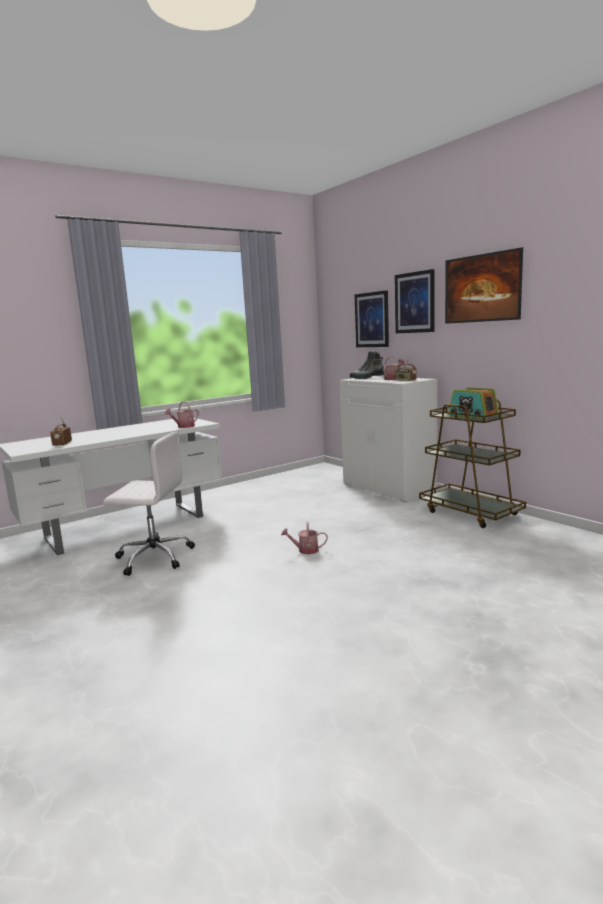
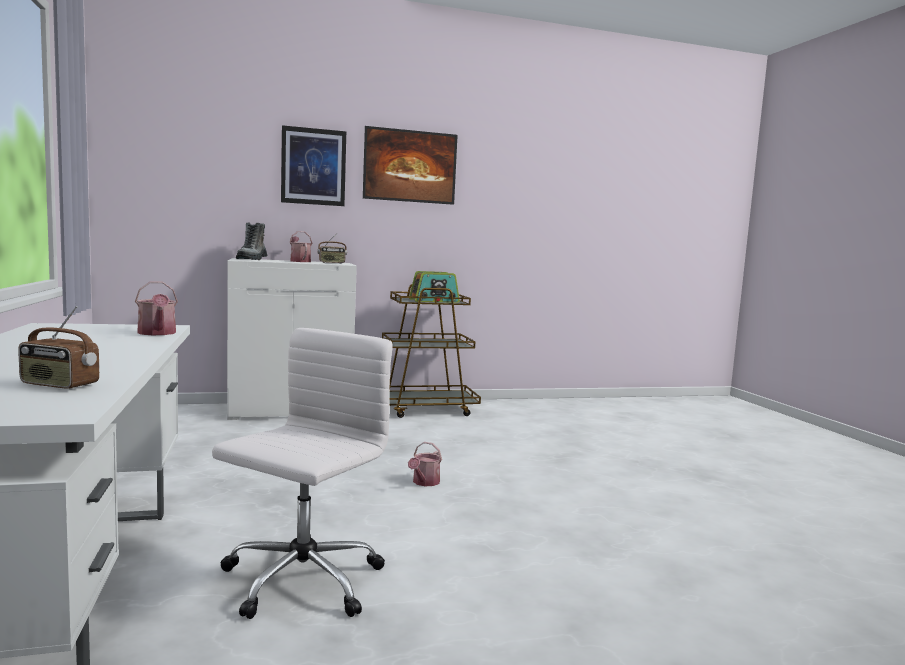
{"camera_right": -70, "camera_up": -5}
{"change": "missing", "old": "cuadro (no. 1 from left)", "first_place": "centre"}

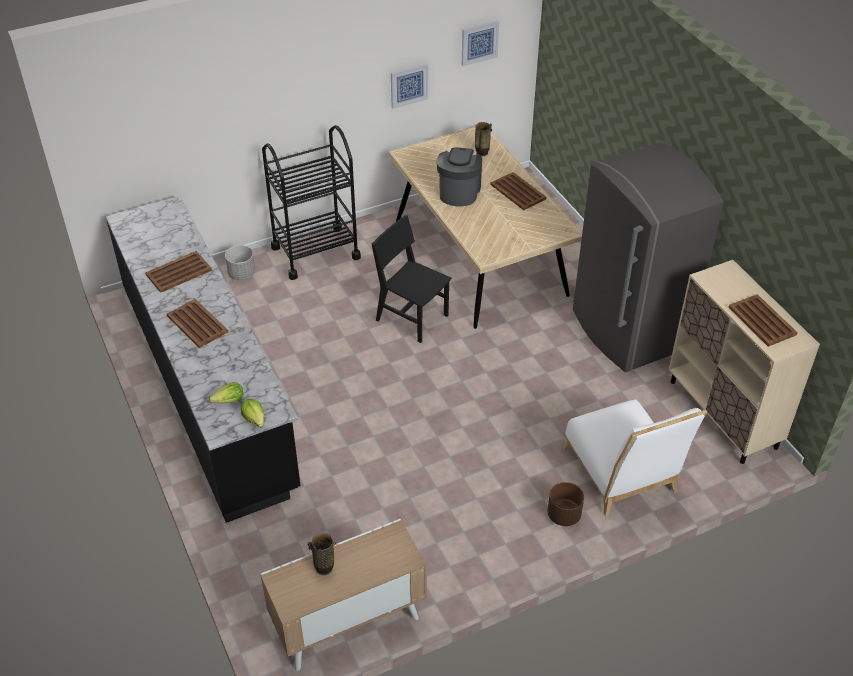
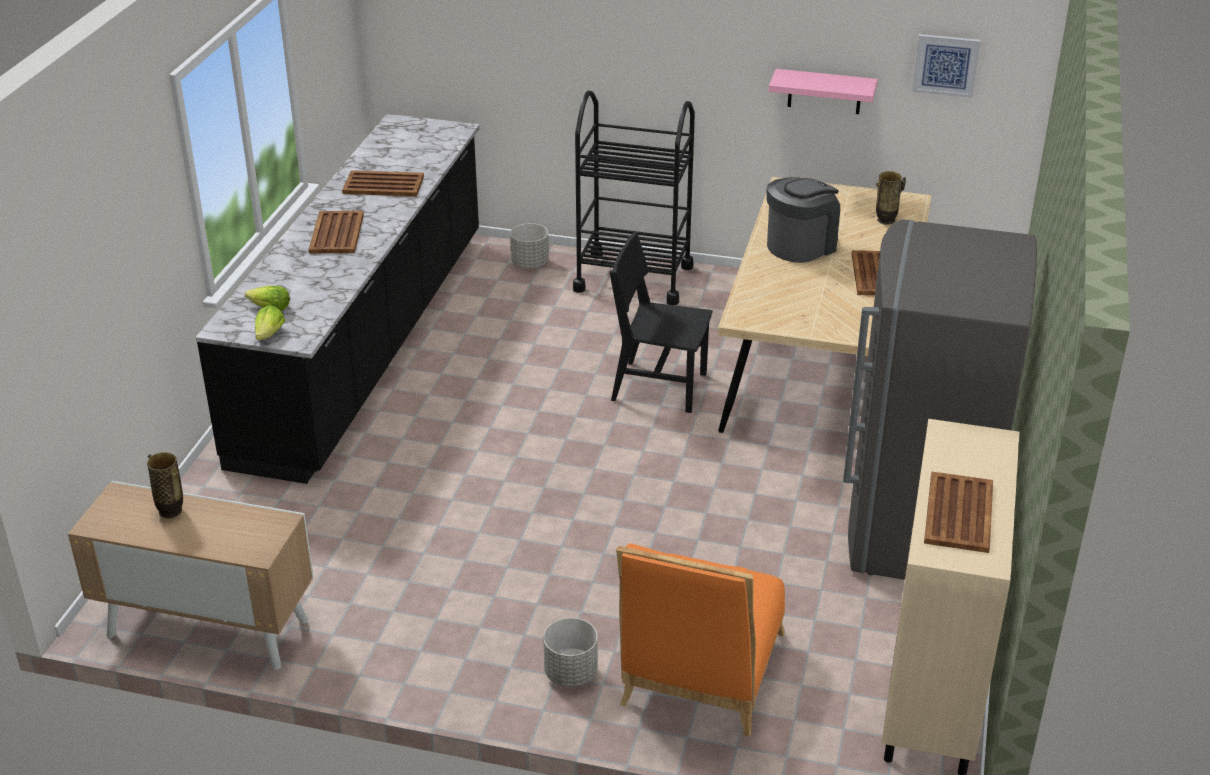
{"camera_right": 40, "camera_up": -10}
{"change": "spun", "old": "silla [negro]", "first_place": "centre", "second_place": "centre", "degrees": -60}
{"change": "exchanged", "old": "cuadro (no. 1 from left)", "new": "estante [rosa]", "first_place": "top centre", "second_place": "top right"}
{"change": "colour", "old": "maceta [marrón]", "new": "maceta [gris] (no. 2 from left)", "first_place": "bottom centre", "second_place": "bottom centre"}
{"change": "colour", "old": "silla [blanco]", "new": "silla [naranja]", "first_place": "bottom right", "second_place": "bottom centre"}

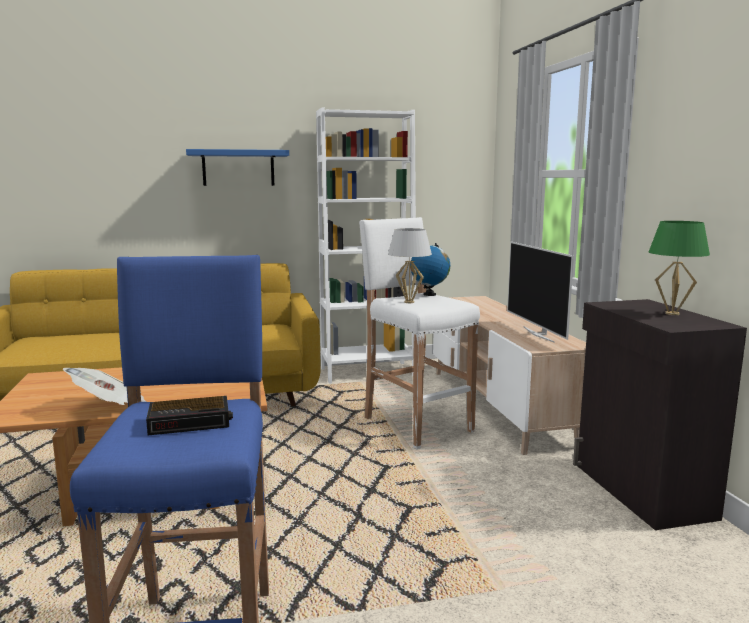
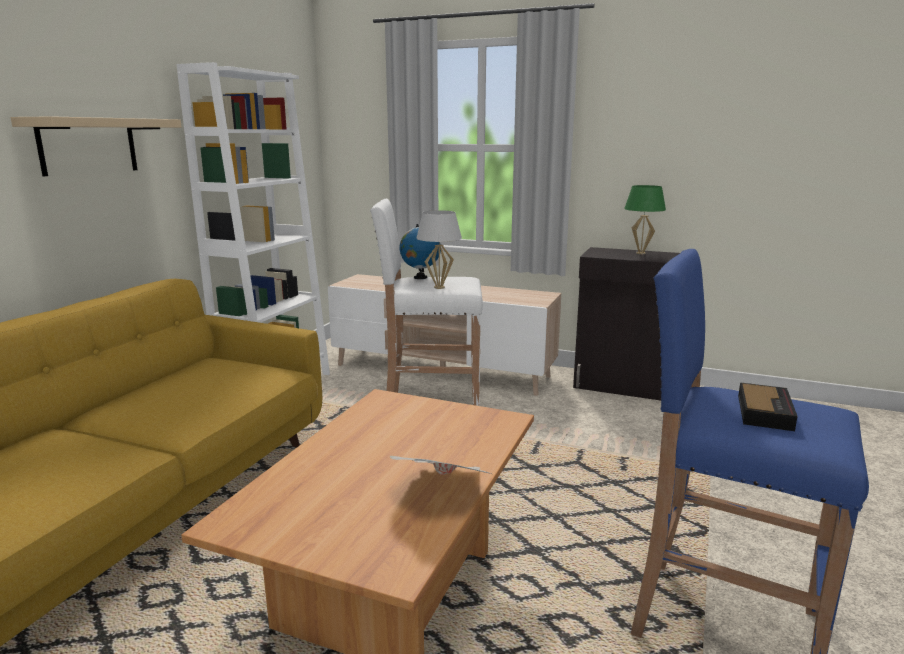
{"camera_right": -55, "camera_up": 5}
{"change": "colour", "old": "estante [azul]", "new": "estante [beis]", "first_place": "top left", "second_place": "top left"}
{"change": "missing", "old": "televisor", "first_place": "middle right"}

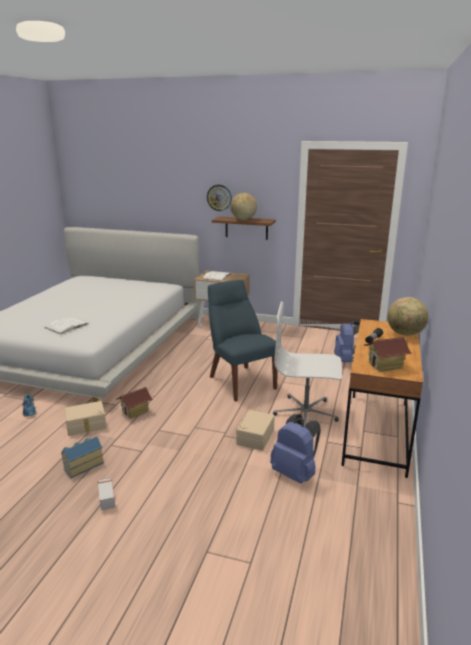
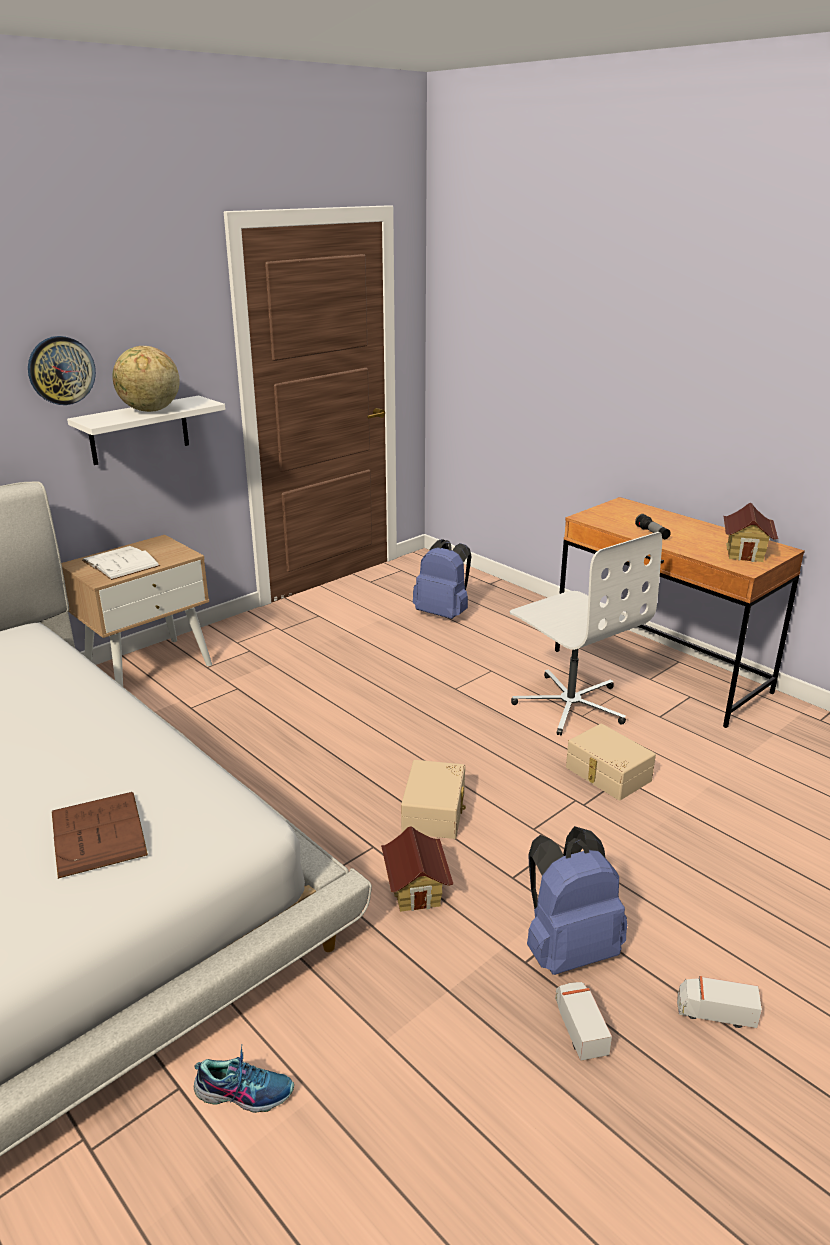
{"camera_right": -60, "camera_up": 5}
{"change": "colour", "old": "libro [blanco] (no. 1 from left)", "new": "libro [marrón]", "first_place": "middle left", "second_place": "bottom left"}
{"change": "exchanged", "old": "casita (no. 1 from left)", "new": "camión de juguete (no. 1 from left)", "first_place": "bottom left", "second_place": "bottom right"}
{"change": "relocated", "old": "caja de almacenaje [beis] (no. 1 from left)", "first_place": "middle left", "second_place": "centre"}
{"change": "missing", "old": "silla [azul]", "first_place": "centre"}
{"change": "colour", "old": "estante [marrón]", "new": "estante [blanco]", "first_place": "centre", "second_place": "middle left"}
{"change": "relocated", "old": "mochila [azul] (no. 1 from left in the first image)", "new": "mochila [azul] (no. 2 from left)", "first_place": "bottom centre", "second_place": "bottom right"}
{"change": "spun", "old": "silla de oficina [blanco]", "first_place": "centre", "second_place": "middle right", "degrees": -75}
{"change": "missing", "old": "globo terráqueo (no. 2 from left)", "first_place": "middle right"}

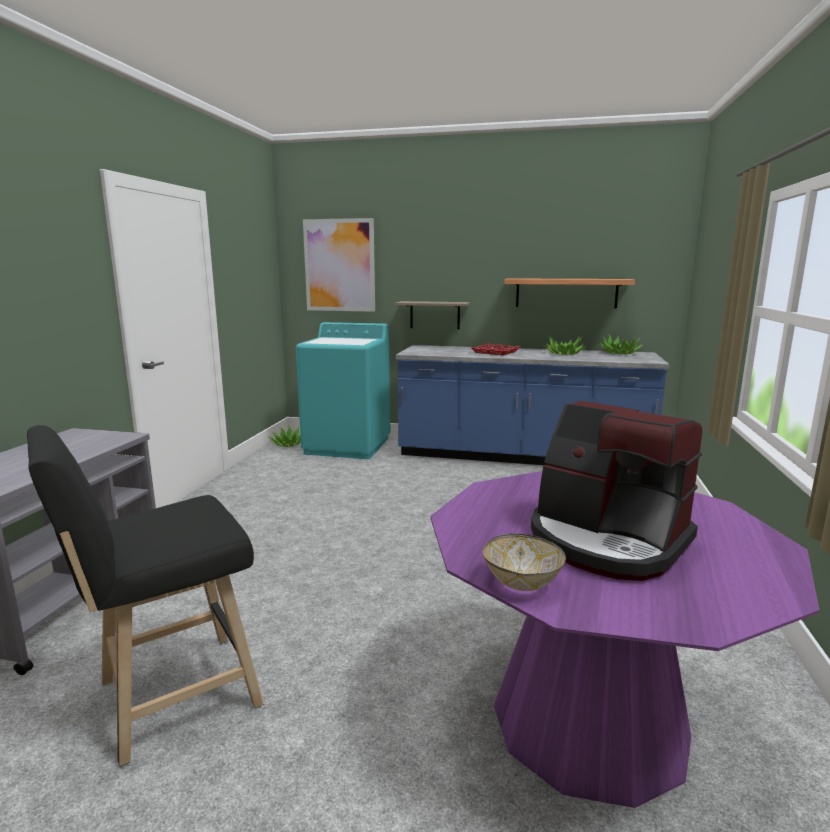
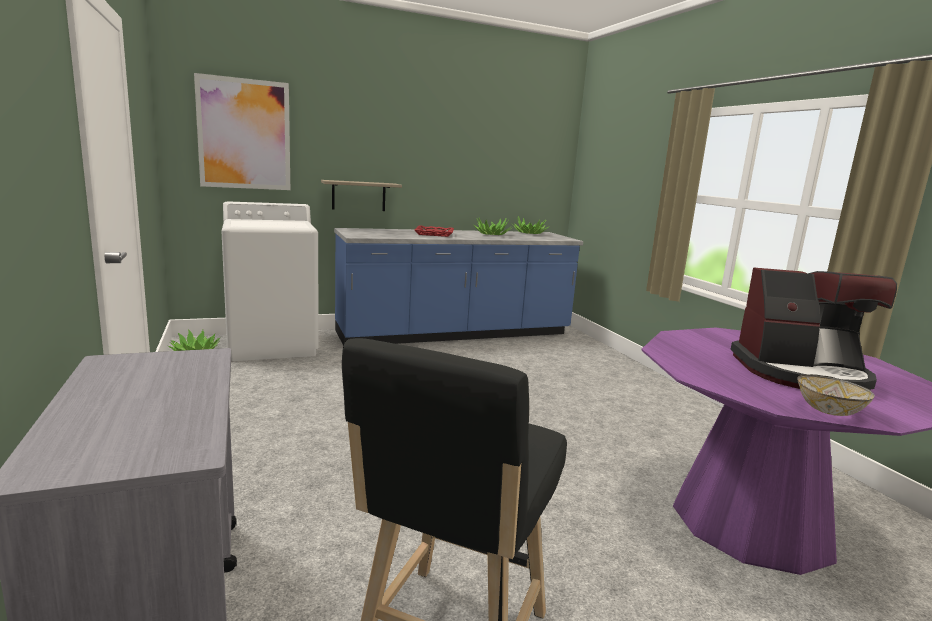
{"camera_right": -35, "camera_up": 0}
{"change": "colour", "old": "lavadora [turquesa]", "new": "lavadora [blanco]", "first_place": "centre", "second_place": "middle left"}
{"change": "missing", "old": "estante (no. 2 from left)", "first_place": "middle right"}

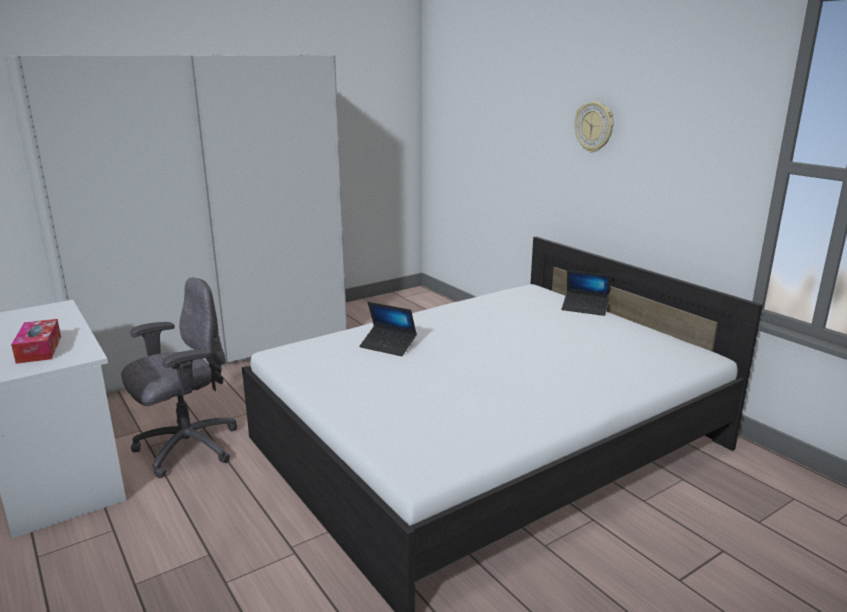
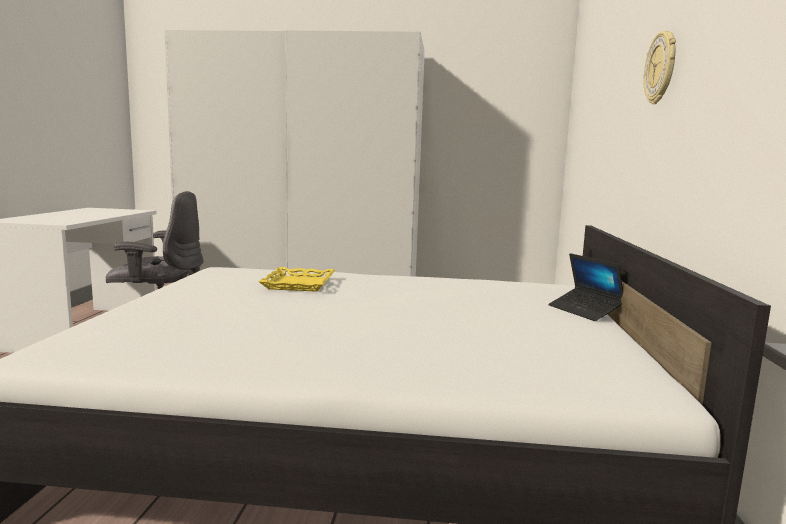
{"camera_right": 40, "camera_up": -10}
{"change": "missing", "old": "caja de pañuelos", "first_place": "middle left"}
{"change": "exchanged", "old": "portátil (no. 1 from left)", "new": "bandeja [amarillo]", "first_place": "centre", "second_place": "centre"}

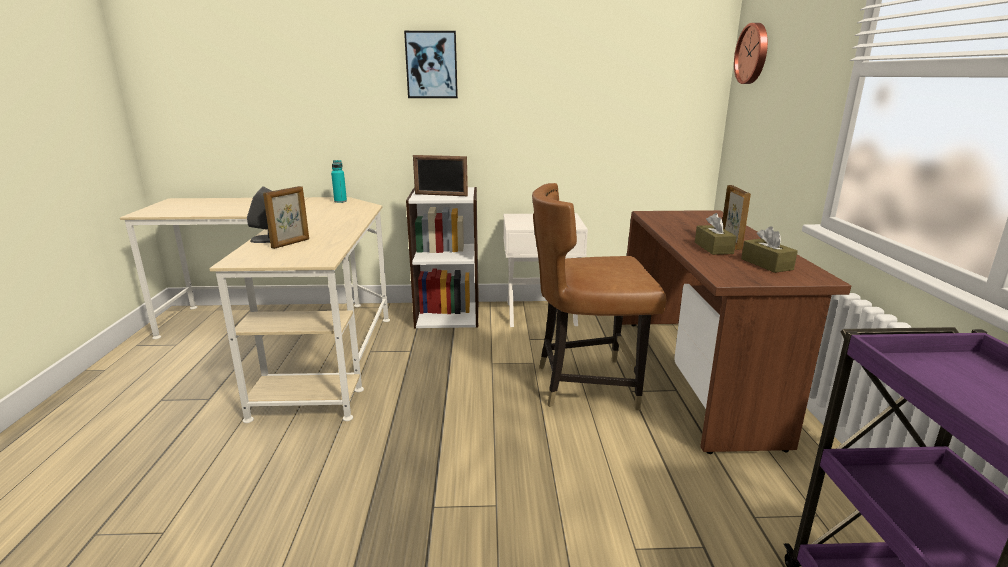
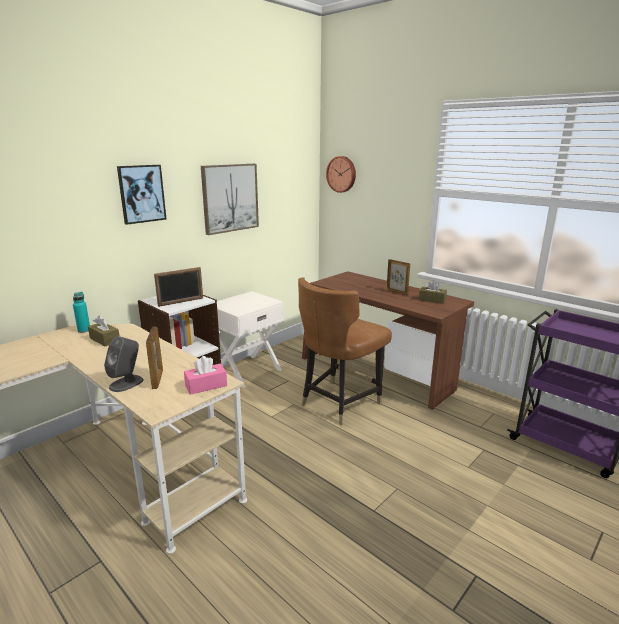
{"camera_right": -45, "camera_up": 0}
{"change": "relocated", "old": "caja de pañuelos [marrón] (no. 1 from left)", "first_place": "middle right", "second_place": "middle left"}
{"change": "appeared", "new": "caja de pañuelos [rosa]", "second_place": "middle left"}
{"change": "appeared", "new": "cuadro (no. 2 from left)", "second_place": "top centre"}

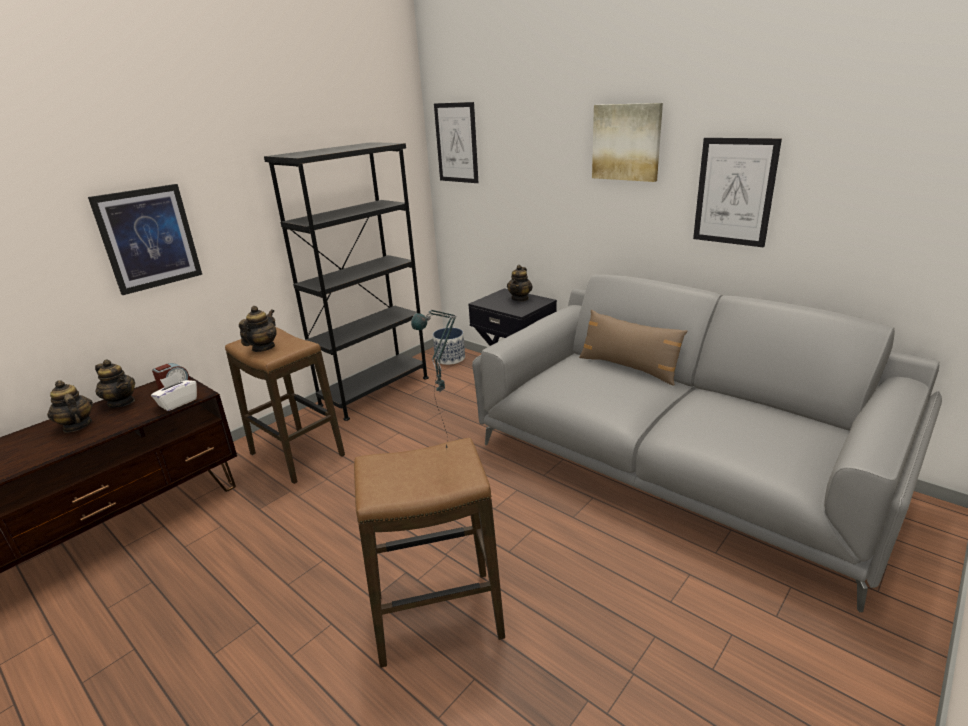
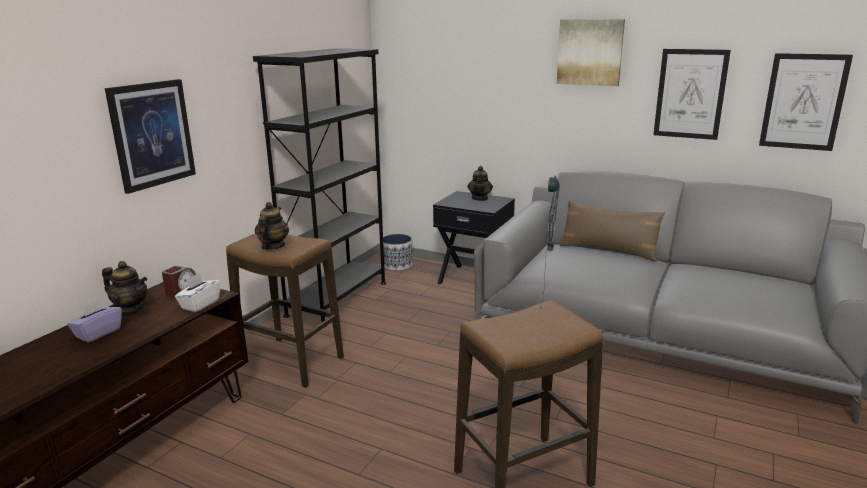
{"camera_right": -15, "camera_up": -5}
{"change": "exchanged", "old": "tetera (no. 1 from left)", "new": "caja de pañuelos [morado]", "first_place": "middle left", "second_place": "middle left"}
{"change": "relocated", "old": "cuadro (no. 2 from left in the first image)", "new": "cuadro (no. 4 from left)", "first_place": "top centre", "second_place": "top right"}

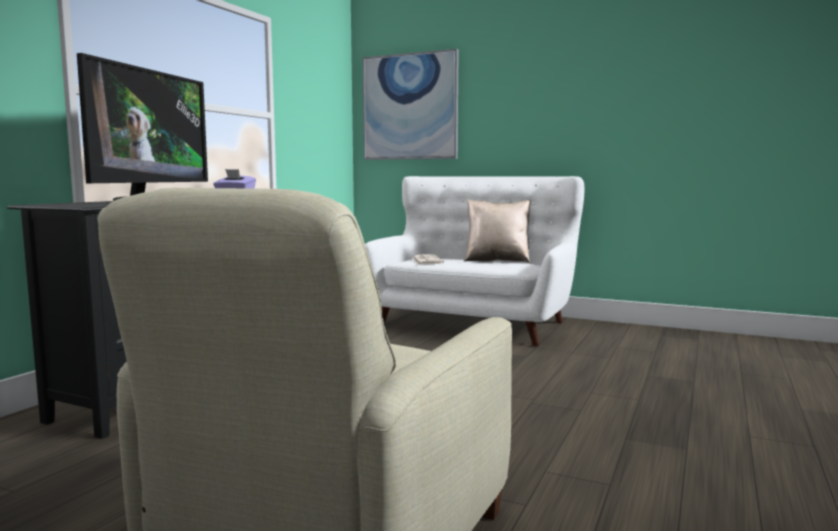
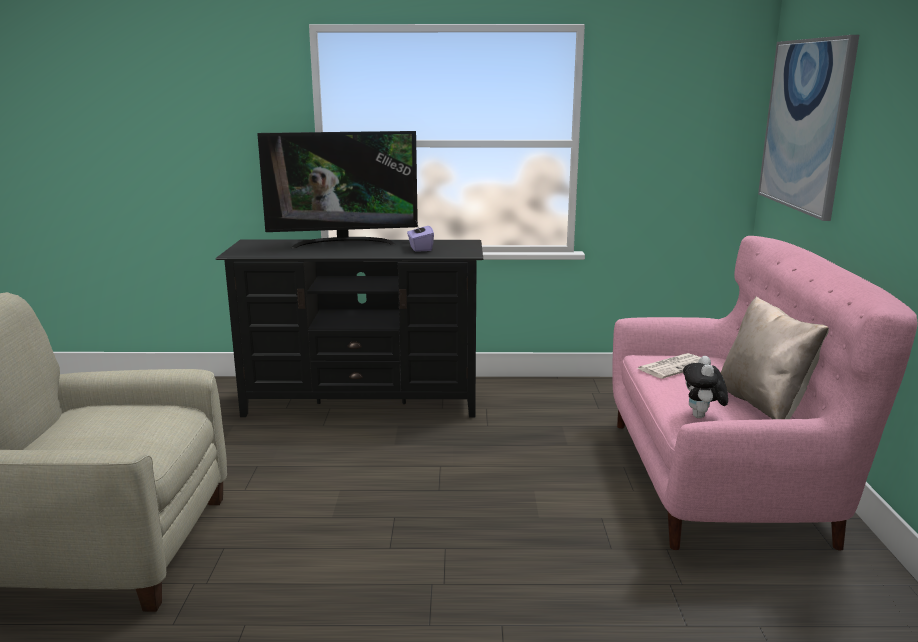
{"camera_right": 65, "camera_up": 10}
{"change": "colour", "old": "sofá [blanco]", "new": "sofá [rosa]", "first_place": "centre", "second_place": "middle right"}
{"change": "appeared", "new": "peluche", "second_place": "middle right"}

